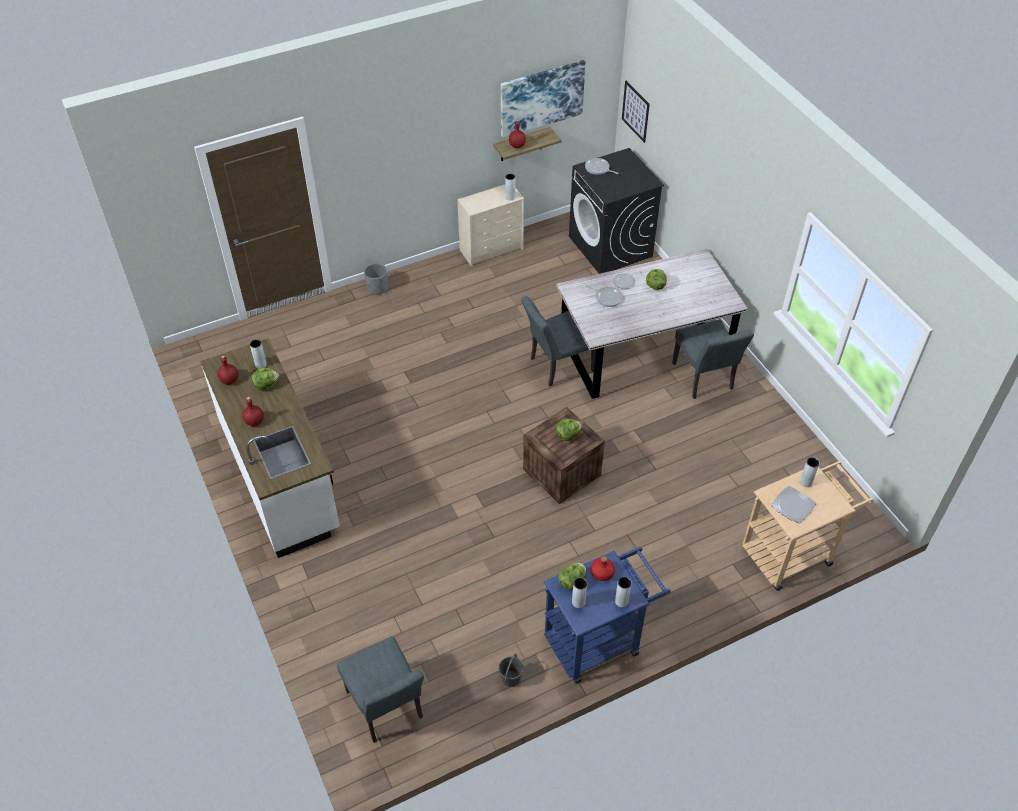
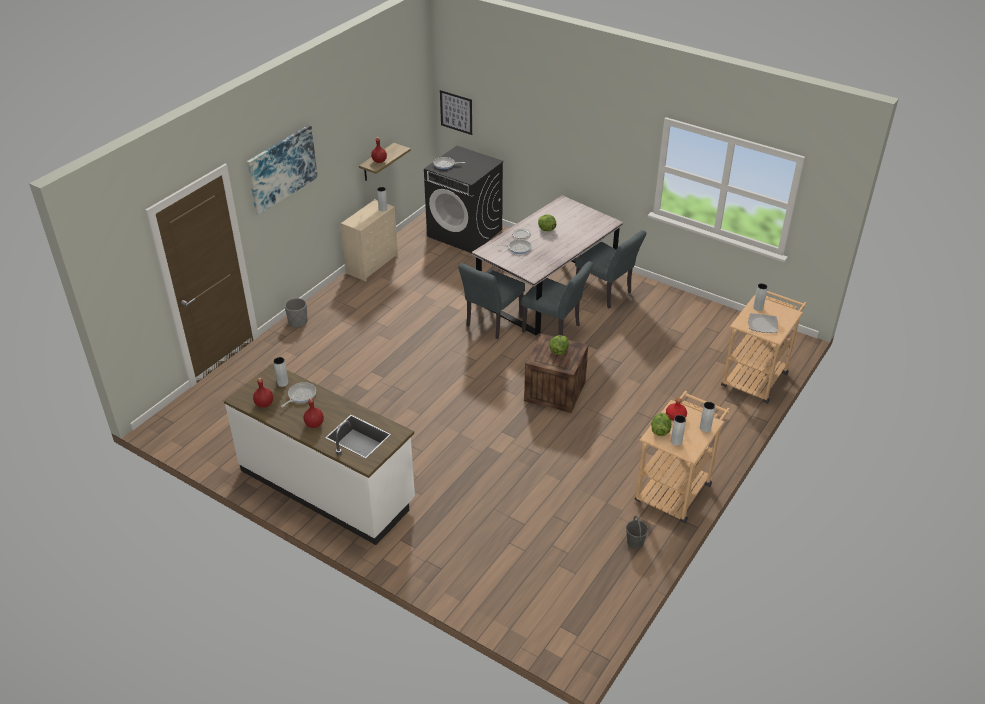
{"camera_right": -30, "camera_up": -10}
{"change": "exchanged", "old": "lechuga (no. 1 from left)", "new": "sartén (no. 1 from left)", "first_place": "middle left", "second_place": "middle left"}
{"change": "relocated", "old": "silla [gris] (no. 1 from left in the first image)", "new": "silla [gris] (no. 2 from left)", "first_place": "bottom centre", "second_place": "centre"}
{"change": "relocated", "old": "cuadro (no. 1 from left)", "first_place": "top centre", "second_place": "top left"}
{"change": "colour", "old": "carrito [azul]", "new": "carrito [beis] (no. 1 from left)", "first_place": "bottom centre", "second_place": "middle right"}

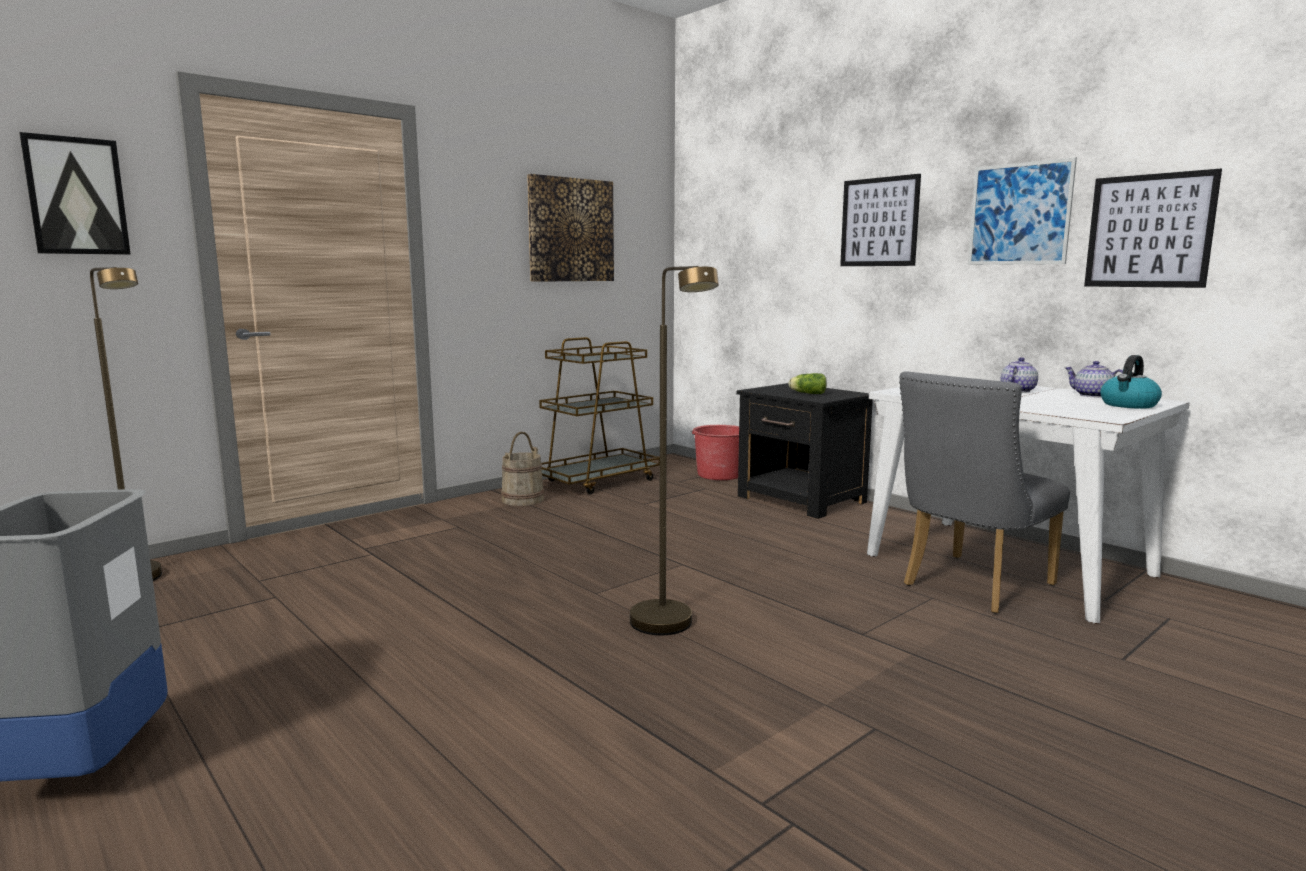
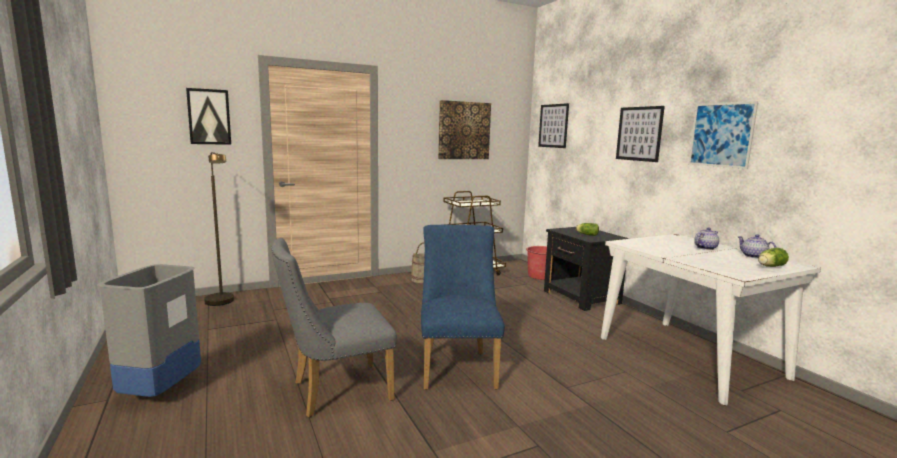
{"camera_right": 15, "camera_up": 0}
{"change": "exchanged", "old": "lámpara de pie [marrón] (no. 2 from left)", "new": "silla [azul]", "first_place": "centre", "second_place": "bottom centre"}
{"change": "relocated", "old": "silla [gris]", "first_place": "middle right", "second_place": "bottom centre"}
{"change": "relocated", "old": "cuadro (no. 5 from left in the first image)", "new": "cuadro (no. 3 from left)", "first_place": "top right", "second_place": "top centre"}
{"change": "exchanged", "old": "hervidor", "new": "lechuga (no. 2 from left)", "first_place": "middle right", "second_place": "middle right"}

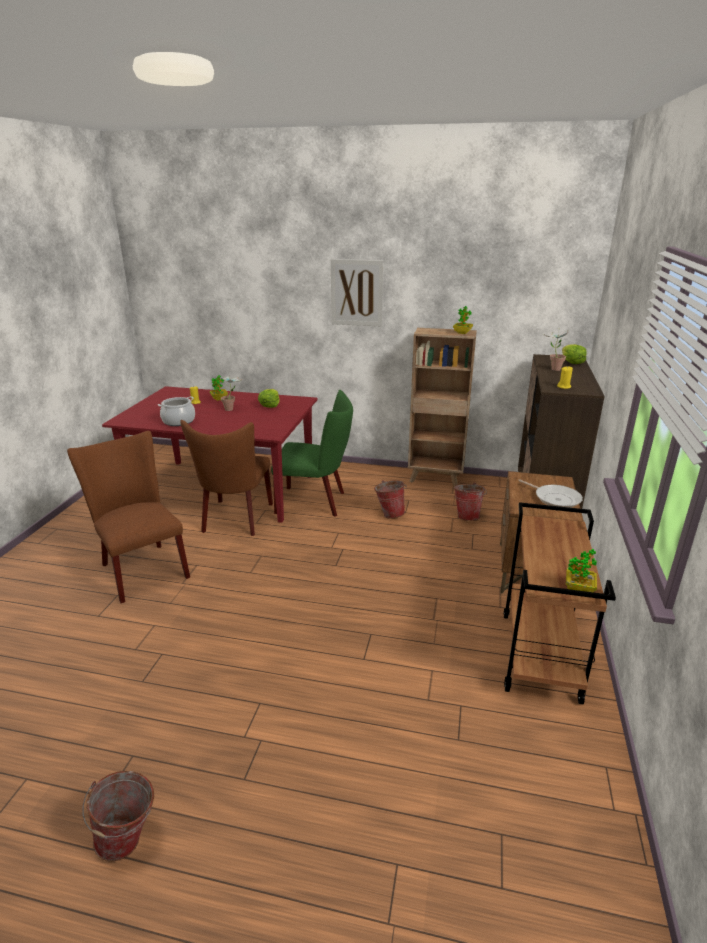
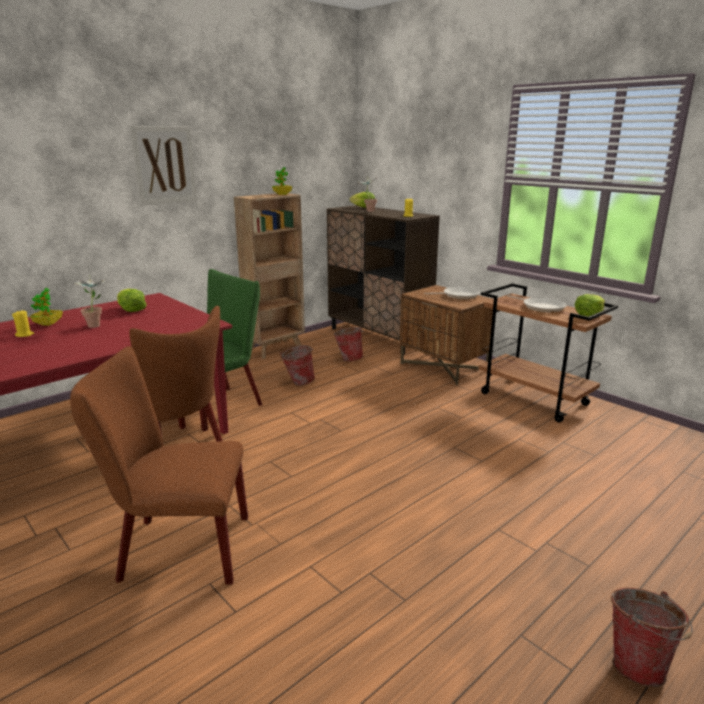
{"camera_right": -55, "camera_up": -5}
{"change": "missing", "old": "olla", "first_place": "middle left"}
{"change": "exchanged", "old": "planta en maceta (no. 5 from left)", "new": "lechuga (no. 3 from left)", "first_place": "middle right", "second_place": "middle right"}
{"change": "appeared", "new": "sartén (no. 2 from left)", "second_place": "middle right"}

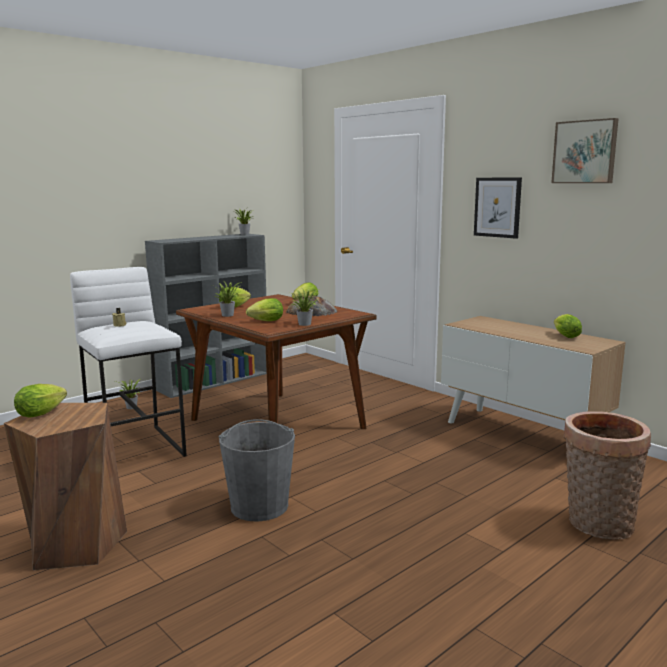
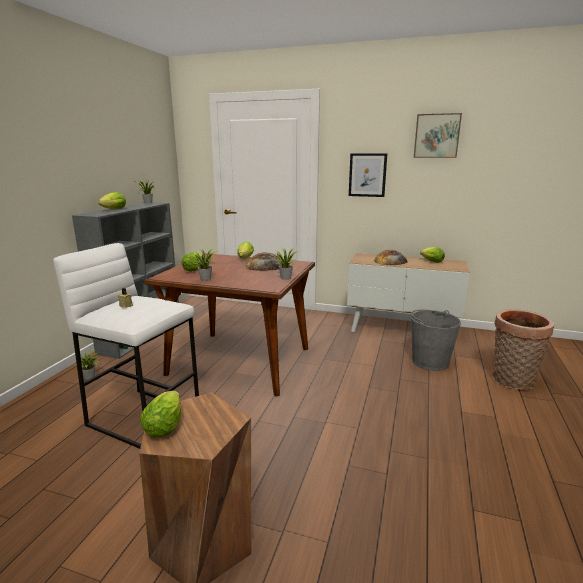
{"camera_right": -30, "camera_up": 5}
{"change": "relocated", "old": "cubo [gris]", "first_place": "bottom centre", "second_place": "middle right"}
{"change": "relocated", "old": "lechuga (no. 3 from left in the first image)", "new": "lechuga (no. 1 from left)", "first_place": "centre", "second_place": "middle left"}
{"change": "appeared", "new": "pan (no. 2 from left)", "second_place": "middle right"}

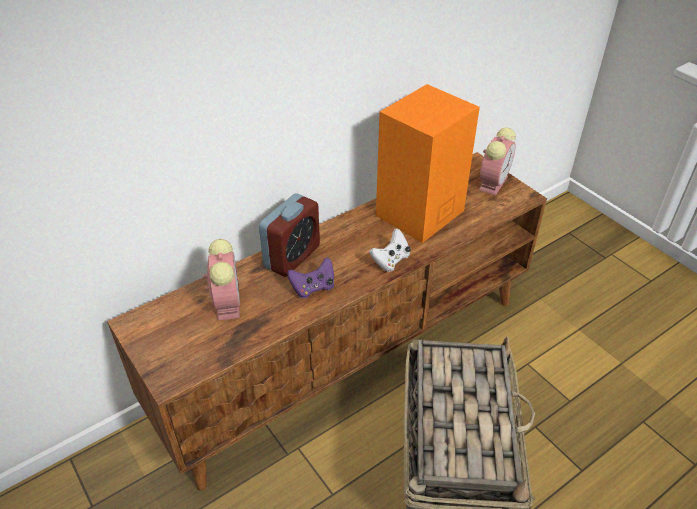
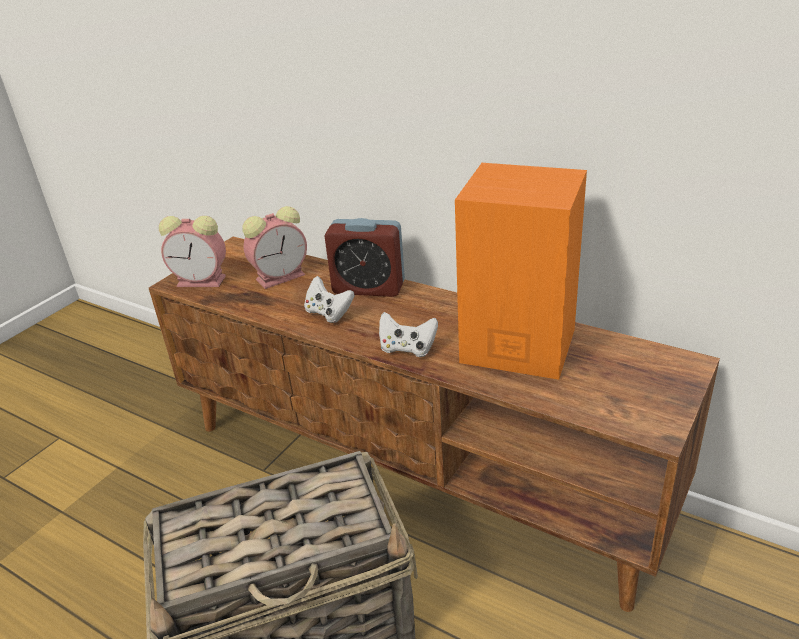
{"camera_right": 70, "camera_up": -10}
{"change": "colour", "old": "mando de consola [morado]", "new": "mando de consola [blanco] (no. 1 from left)", "first_place": "centre", "second_place": "centre"}
{"change": "relocated", "old": "despertador (no. 3 from left in the first image)", "new": "despertador (no. 1 from left)", "first_place": "top right", "second_place": "middle left"}

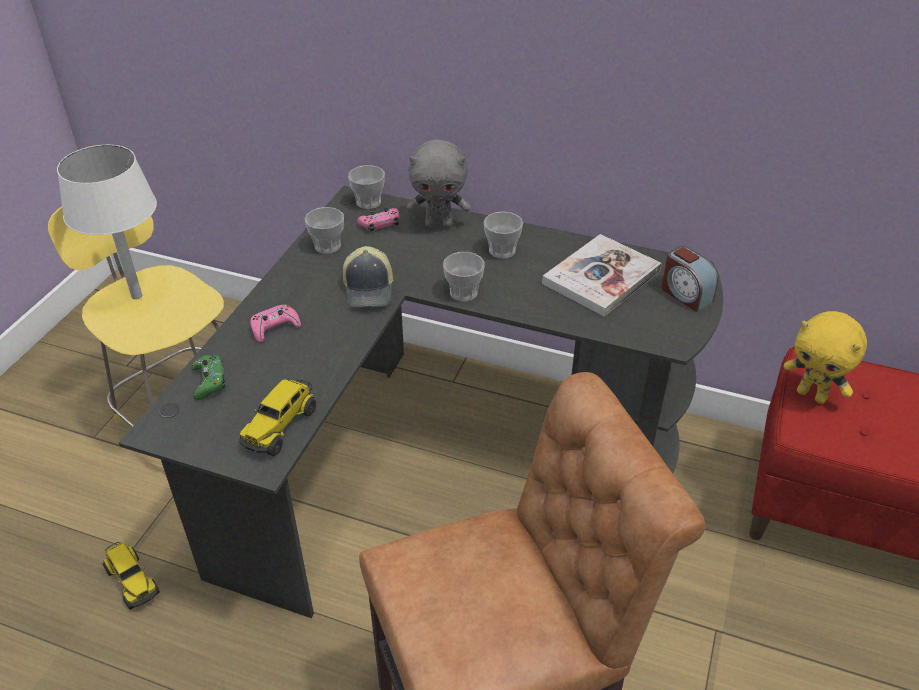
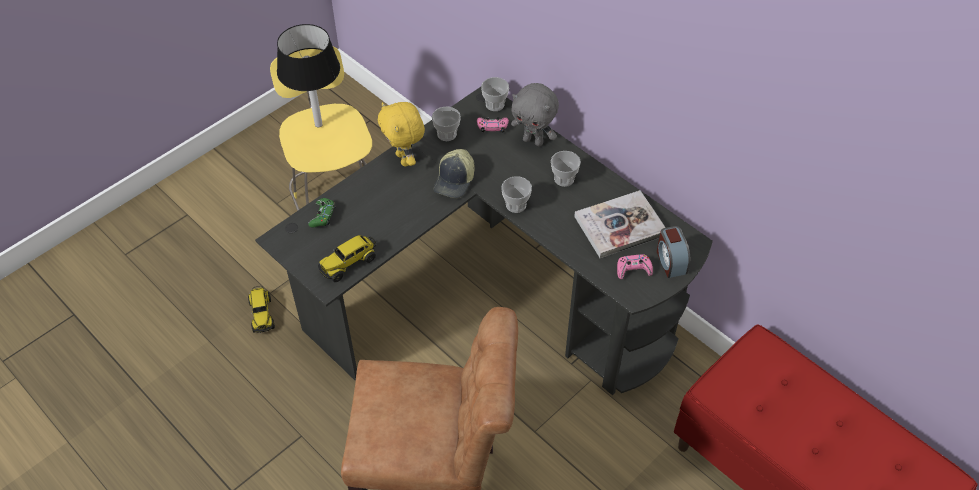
{"camera_right": 25, "camera_up": 10}
{"change": "colour", "old": "lámpara de mesa [blanco]", "new": "lámpara de mesa [negro]", "first_place": "top left", "second_place": "top left"}
{"change": "relocated", "old": "mando de consola [rosa] (no. 1 from left in the first image)", "new": "mando de consola [rosa] (no. 2 from left)", "first_place": "middle left", "second_place": "centre"}
{"change": "relocated", "old": "peluche [amarillo]", "first_place": "middle right", "second_place": "top centre"}

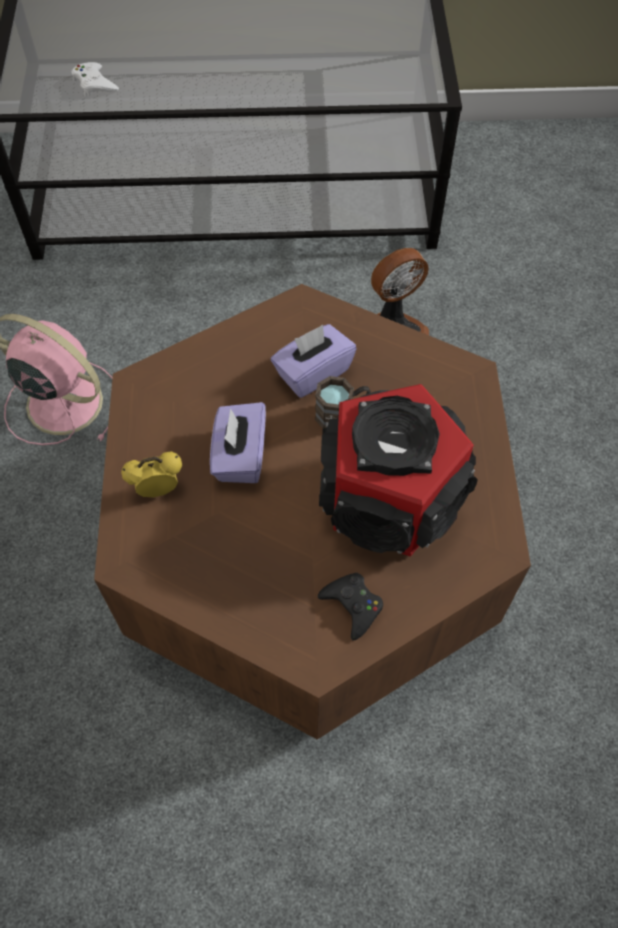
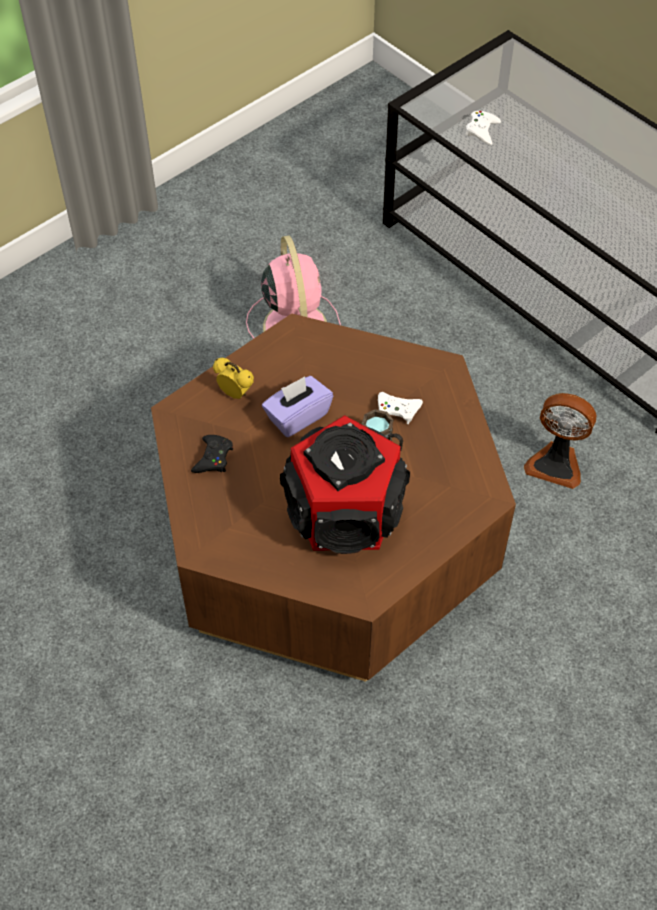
{"camera_right": 50, "camera_up": -5}
{"change": "exchanged", "old": "caja de pañuelos [morado] (no. 2 from left)", "new": "mando de consola [blanco] (no. 1 from left)", "first_place": "centre", "second_place": "centre"}
{"change": "relocated", "old": "mando de consola [negro]", "first_place": "centre", "second_place": "middle left"}

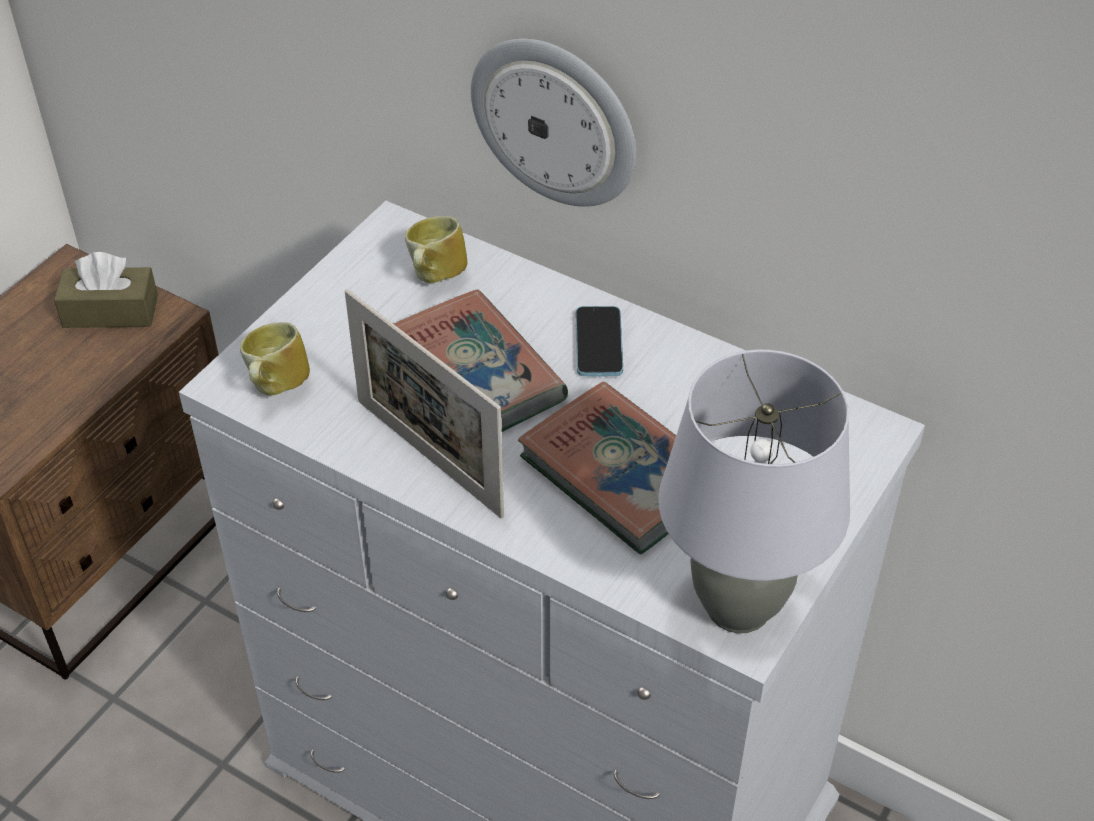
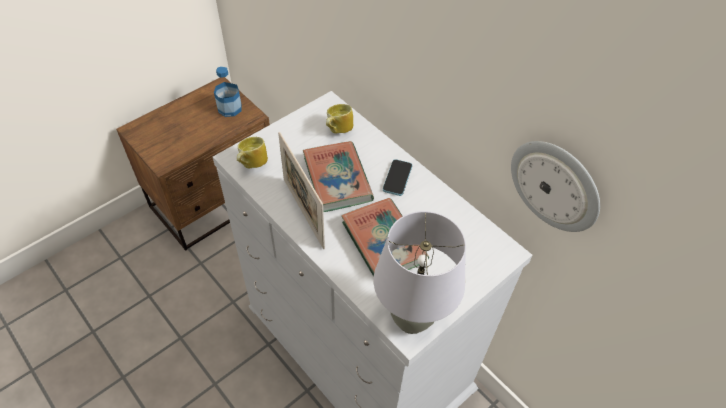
{"camera_right": 15, "camera_up": 5}
{"change": "exchanged", "old": "caja de pañuelos [marrón]", "new": "botella", "first_place": "middle left", "second_place": "top left"}
{"change": "relocated", "old": "reloj de pared", "first_place": "top centre", "second_place": "middle right"}

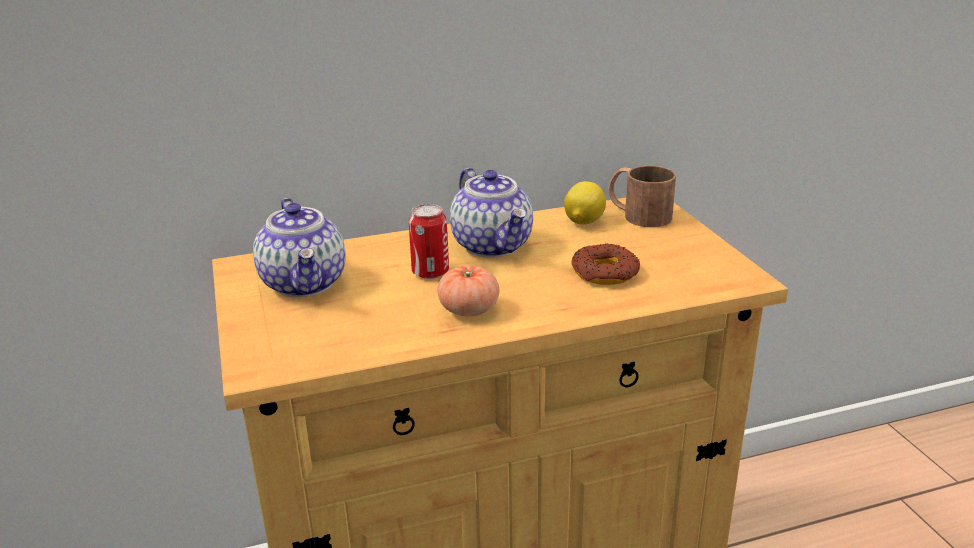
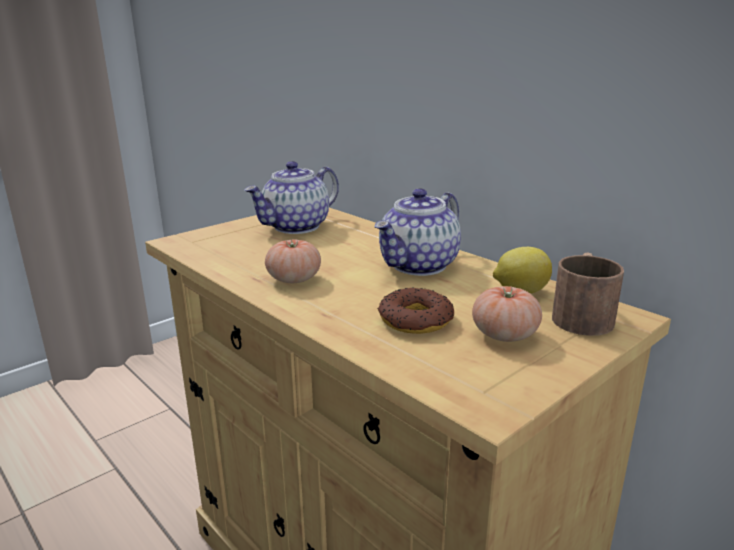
{"camera_right": 65, "camera_up": -5}
{"change": "missing", "old": "lata", "first_place": "centre"}
{"change": "appeared", "new": "tomate (no. 2 from left)", "second_place": "middle right"}

